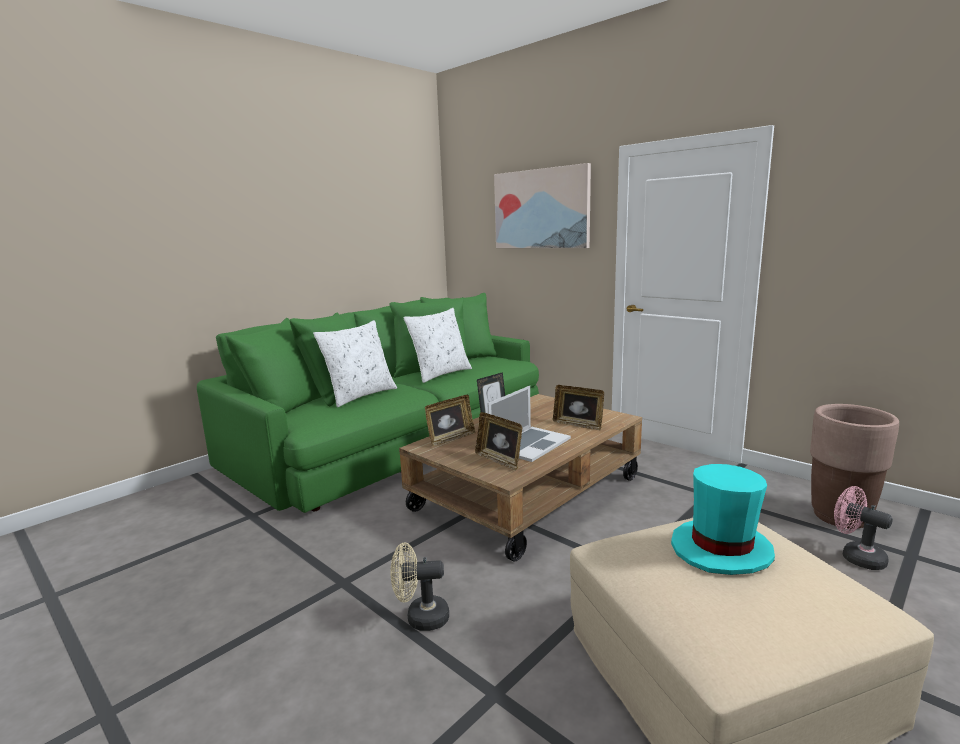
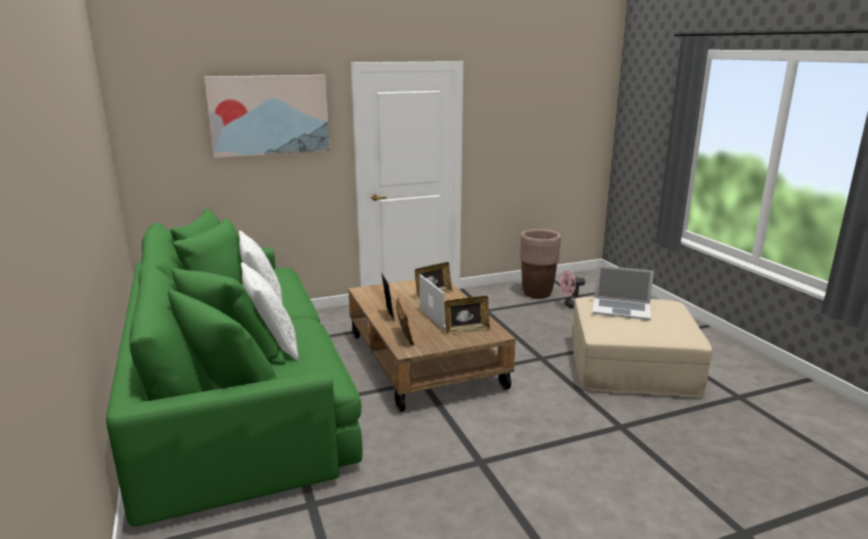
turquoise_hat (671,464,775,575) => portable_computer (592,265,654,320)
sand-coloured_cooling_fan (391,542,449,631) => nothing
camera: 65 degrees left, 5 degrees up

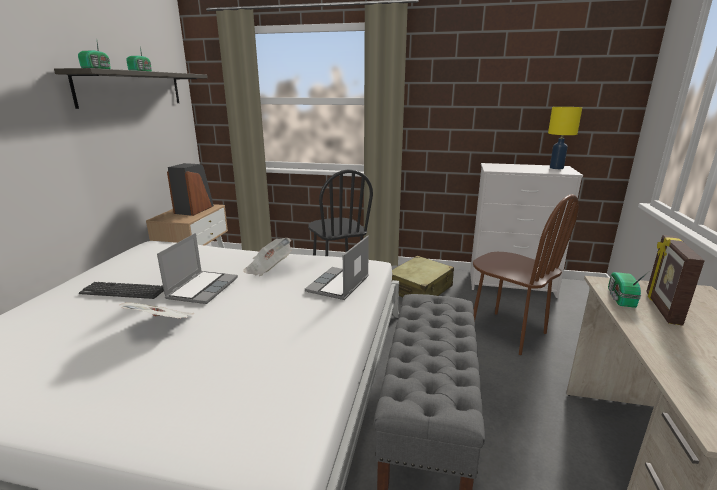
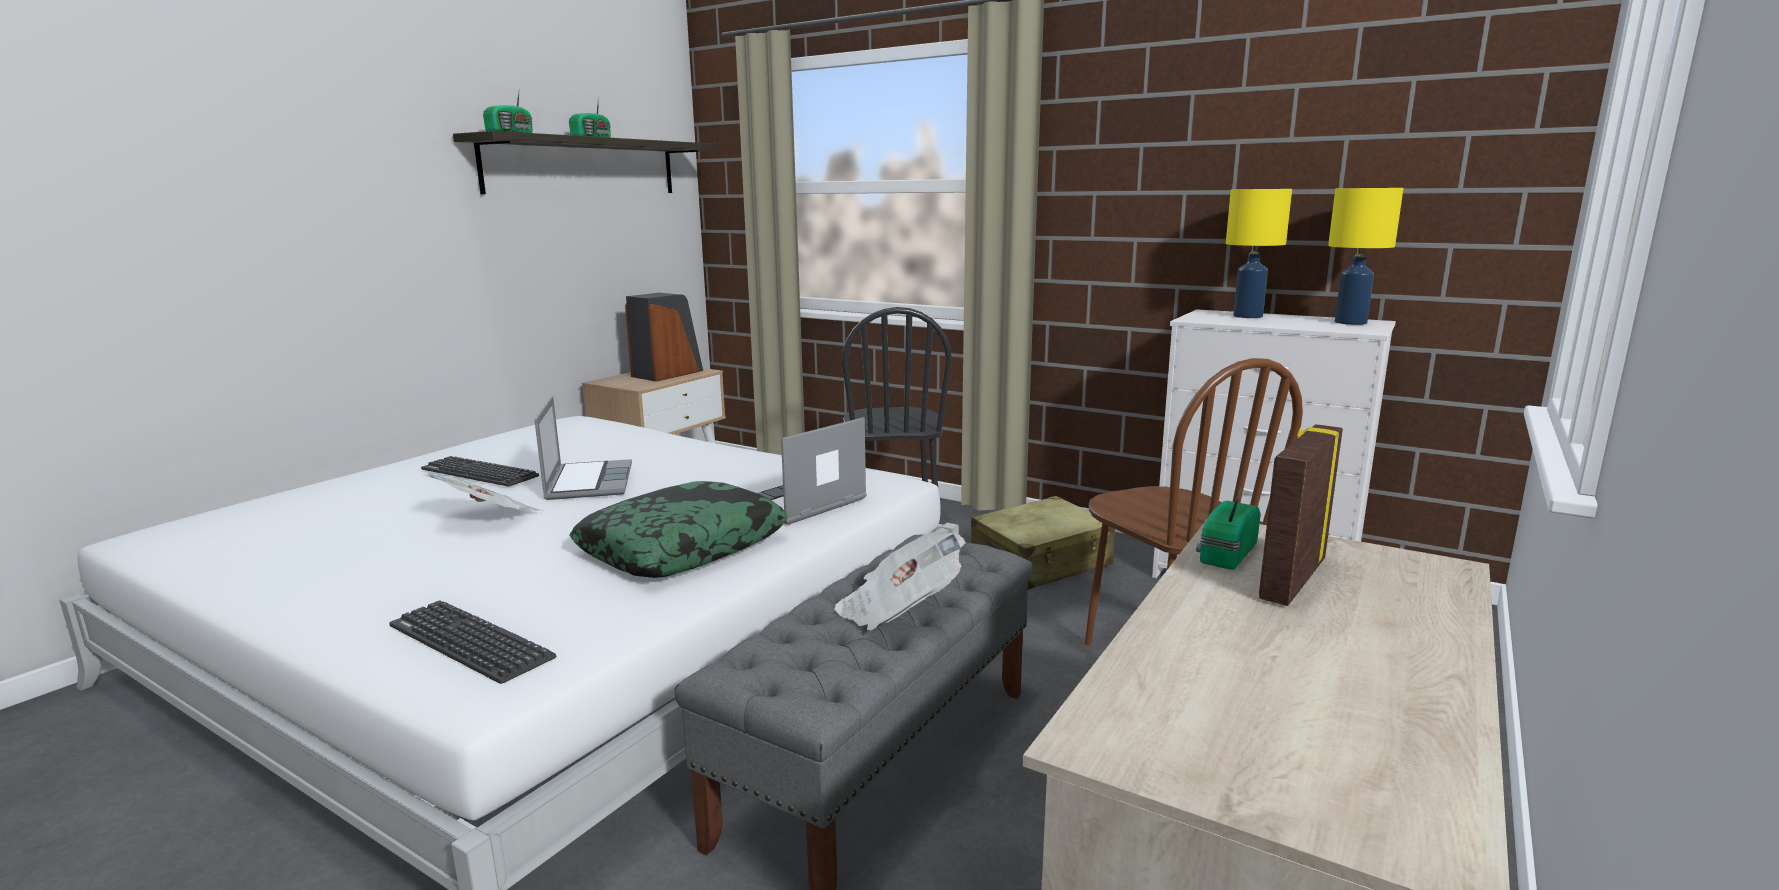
nothing => PC_keyboard (389,600,556,684)
portable_computer (157,233,238,304) => portable_computer (535,396,632,500), 45 degrees counterclockwise
nothing => pillow (569,481,788,578)
printed_paper (244,238,292,276) => printed_paper (834,532,966,630), moved
nothing => yellowish_tabletop_lamp (1226,189,1292,318)
camera: 20 degrees right, 5 degrees down

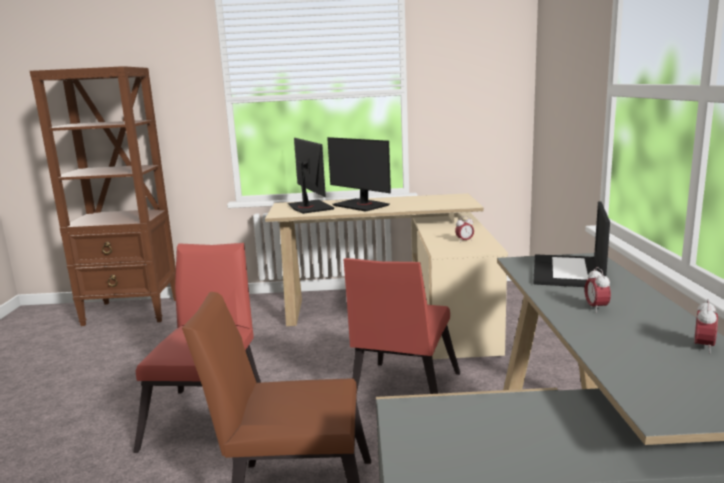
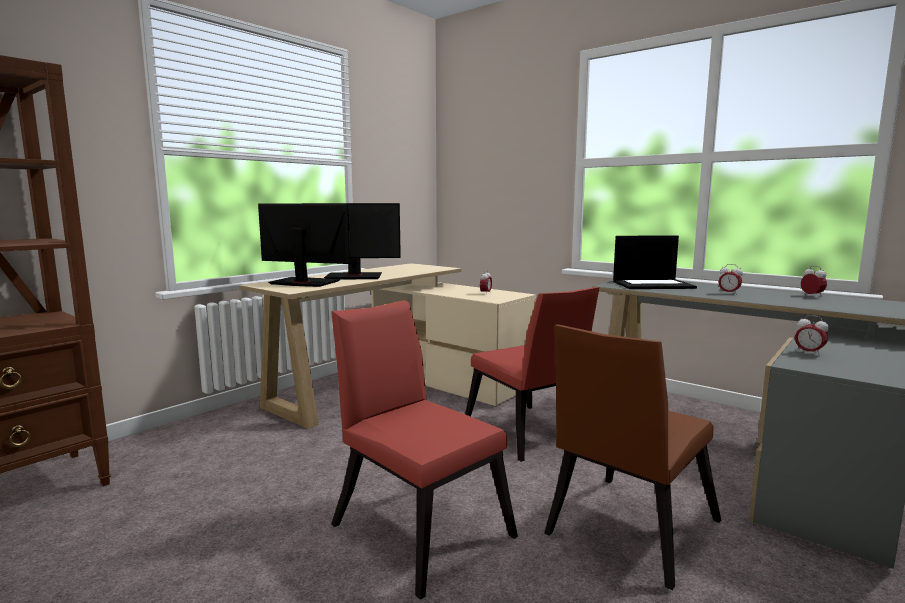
portable_computer (533,201,610,287) => portable_computer (613,236,697,289), 60 degrees counterclockwise
nothing => alarm_clock (795,315,829,356)
camera: 50 degrees left, 5 degrees down

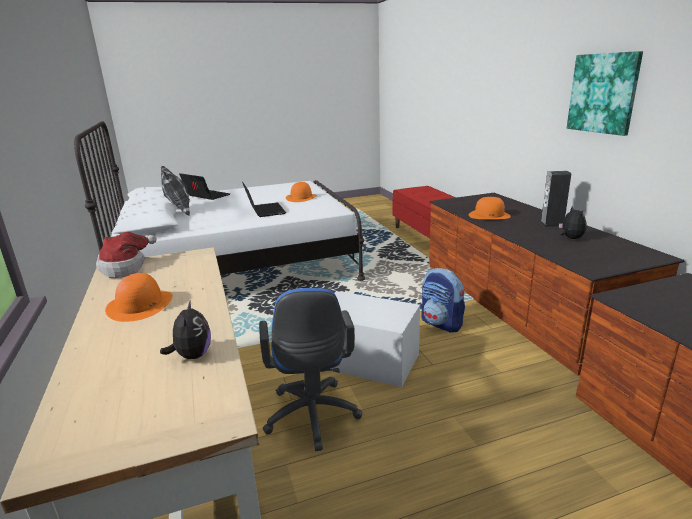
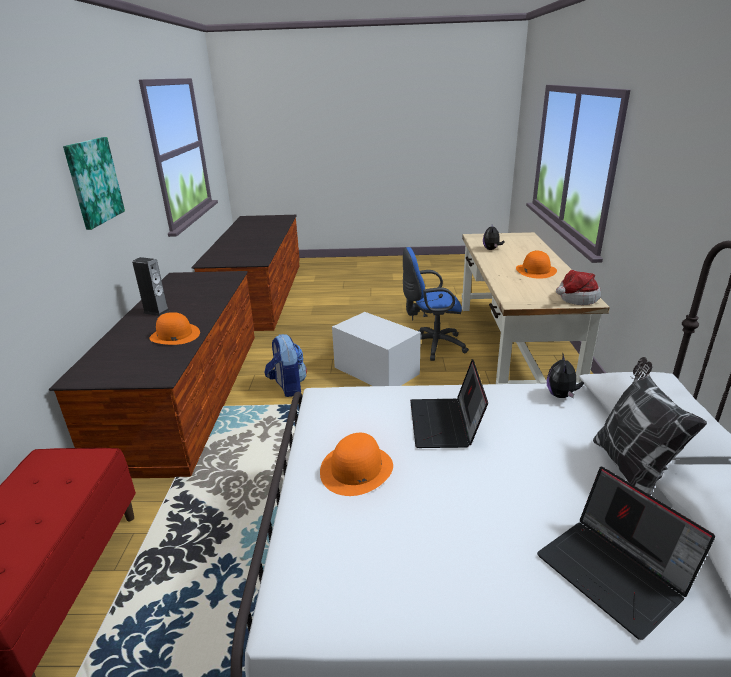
bluish_computer_chair (259,288,362,451) => bluish_computer_chair (403,247,469,361), 105 degrees counterclockwise
plush_toy (559,205,587,239) => plush_toy (547,354,584,398), moved
camera: 160 degrees left, 5 degrees up

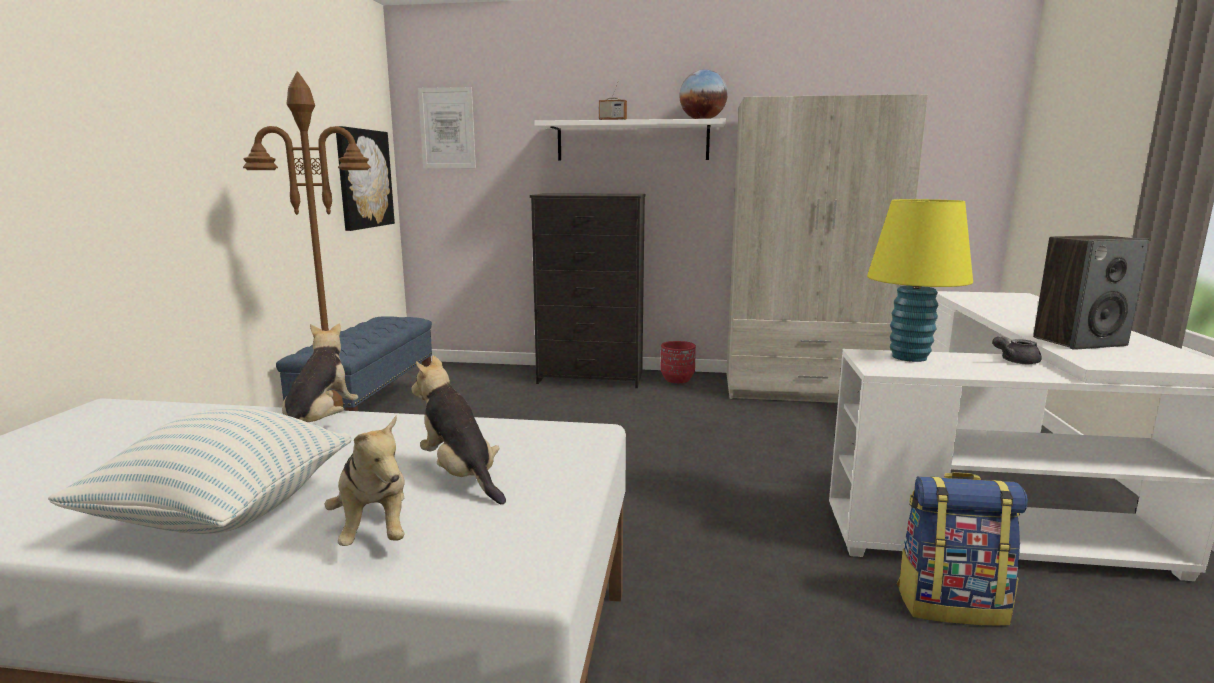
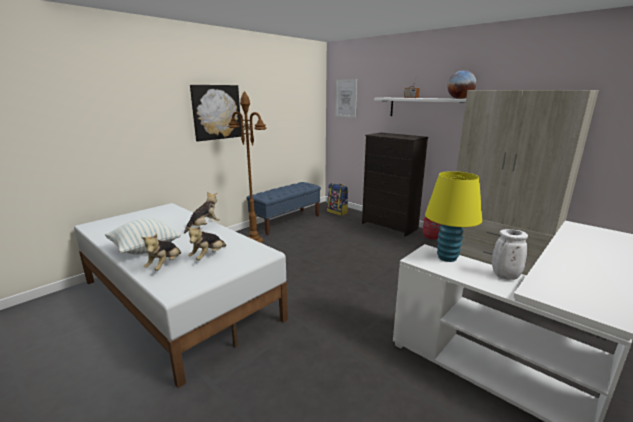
plush_toy (411,356,506,504) => plush_toy (186,226,226,260), 150 degrees counterclockwise
wall_picture (336,126,395,231) => wall_picture (190,85,241,141), moved
rucksack (897,472,1028,626) => rucksack (327,183,348,216), moved
grey_teapot (992,336,1042,364) => white_decorative_vase (492,229,528,280)
audio_speaker (1033,235,1149,350) => nothing
camera: 35 degrees right, 5 degrees up

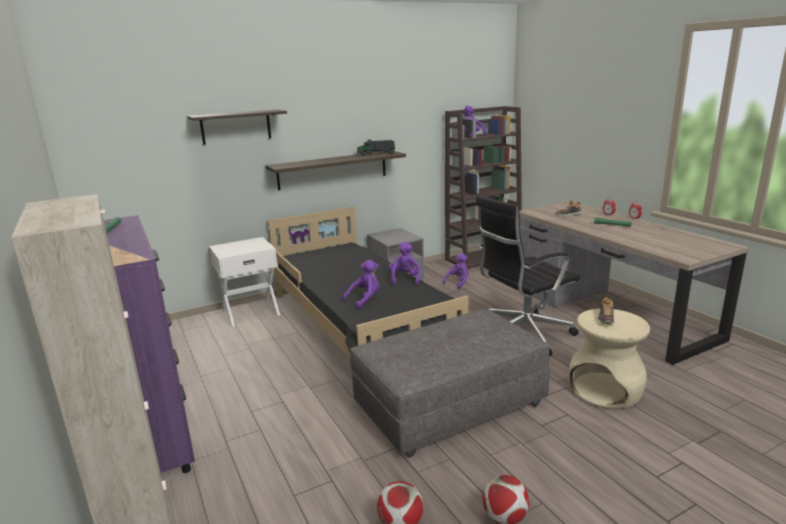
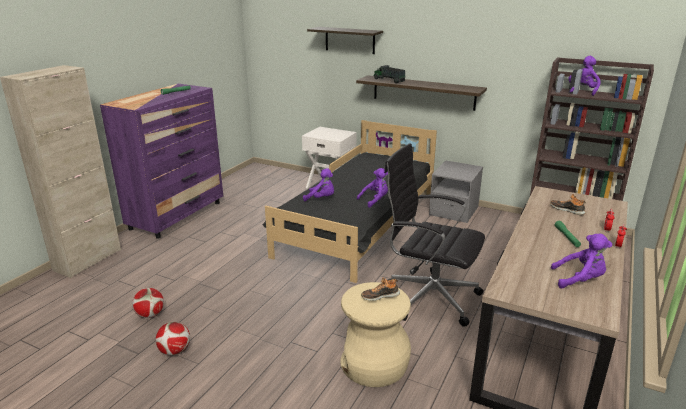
model_truck (357,139,396,156) => model_truck (374,65,405,83), moved
purplish_plush_toy (443,253,468,289) => purplish_plush_toy (551,234,612,288), moved
grey_ottoman (350,309,550,458) => nothing
camera: 55 degrees right, 5 degrees up

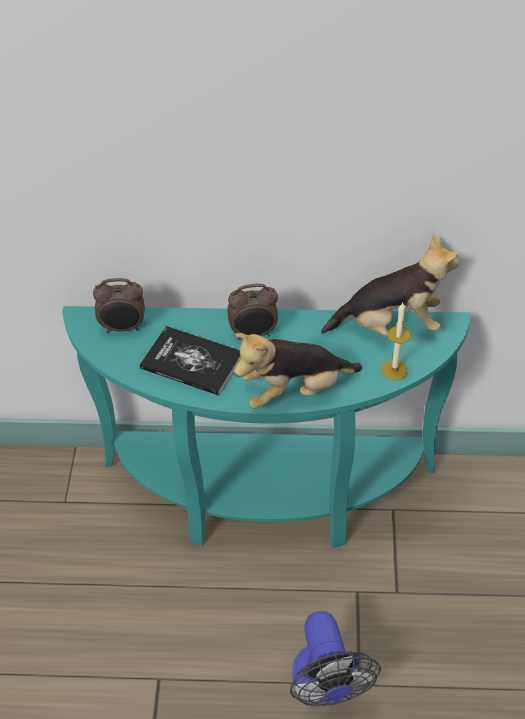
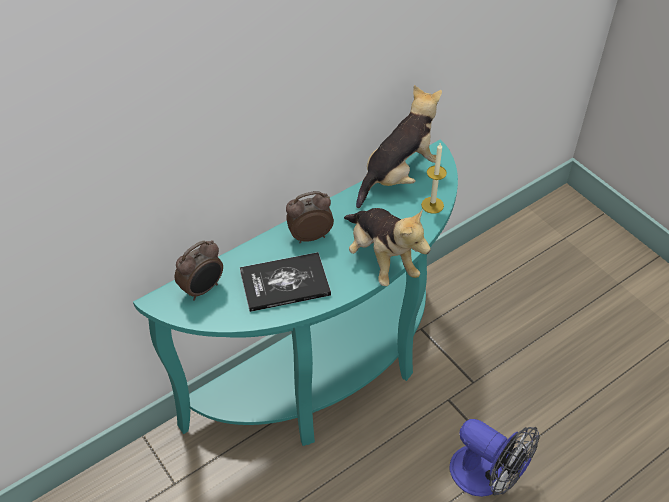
alarm_clock (227,284,278,340) => alarm_clock (286,191,334,243), 150 degrees counterclockwise
plush_toy (234,333,362,409) => plush_toy (344,208,431,286), 60 degrees counterclockwise
camera: 40 degrees left, 0 degrees up

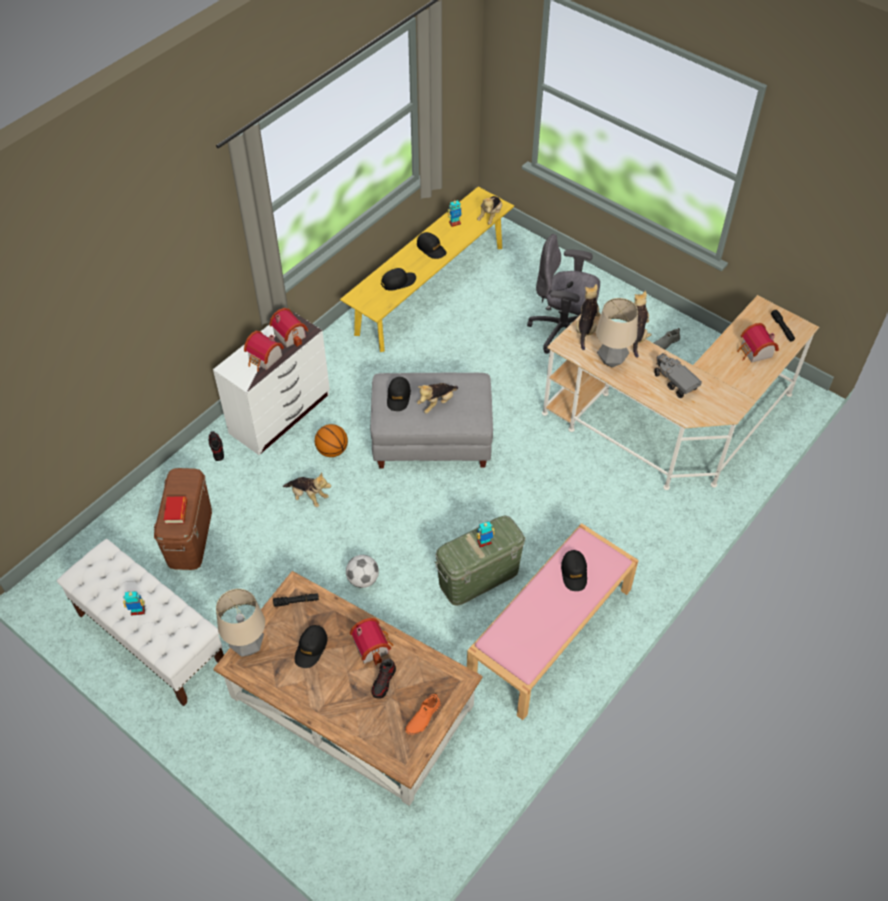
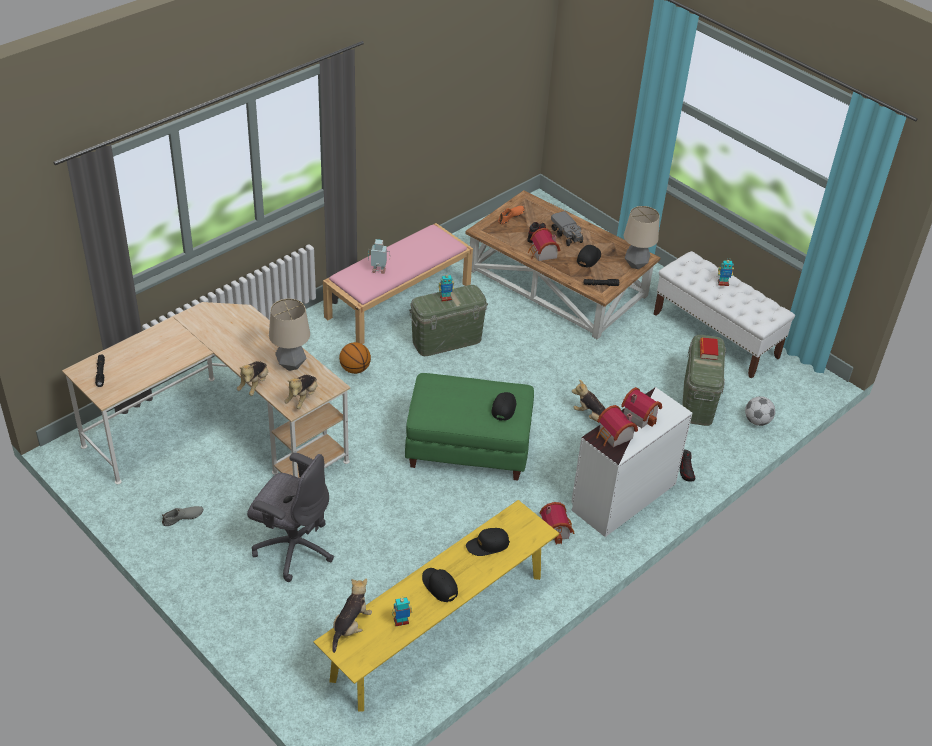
basketball_ball (315,424,348,457) => basketball_ball (339,342,371,374), moved
black-coloured_peaked_cap (561,550,587,591) => model_robot (368,239,390,274)
grey_ottoman (370,373,493,468) => green-coloured_ottoman (405,373,534,481)
miniature_house (737,323,779,363) => miniature_house (540,502,575,545), moved
model_truck (654,353,702,398) => model_truck (551,211,583,246), moved
brown-coloured_storage_container (154,468,212,570) => green-coloured_storage_container (682,335,726,426)
ball_for_football (346,555,379,588) => ball_for_football (745,396,775,426), moved
plush_toy (417,383,458,414) => nothing
camera: 175 degrees left, 10 degrees down

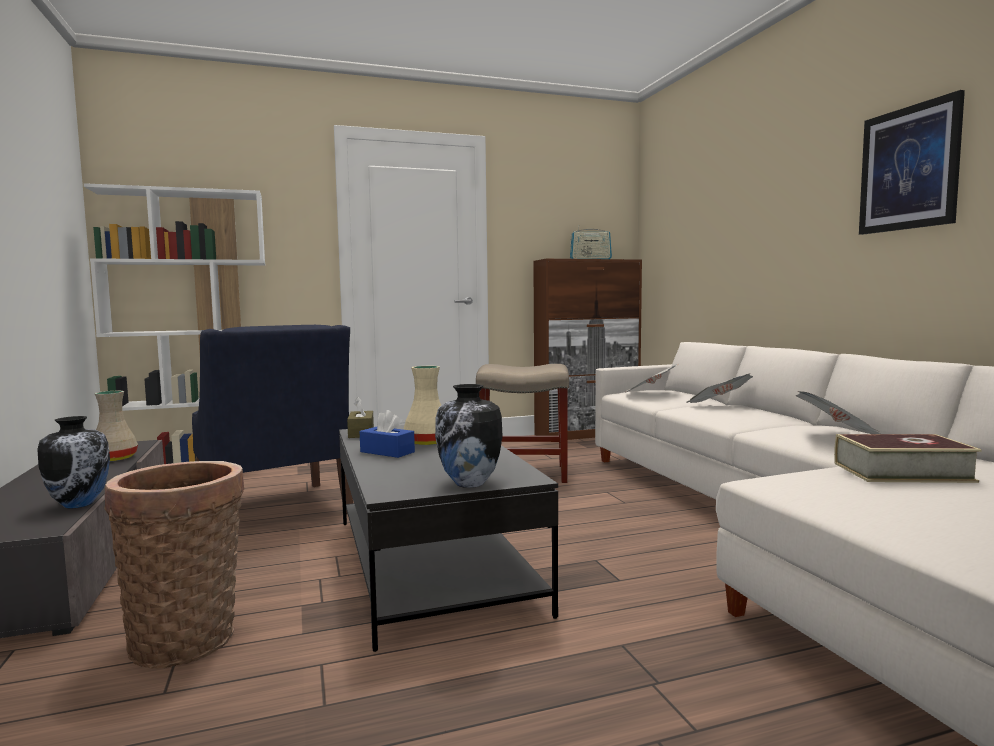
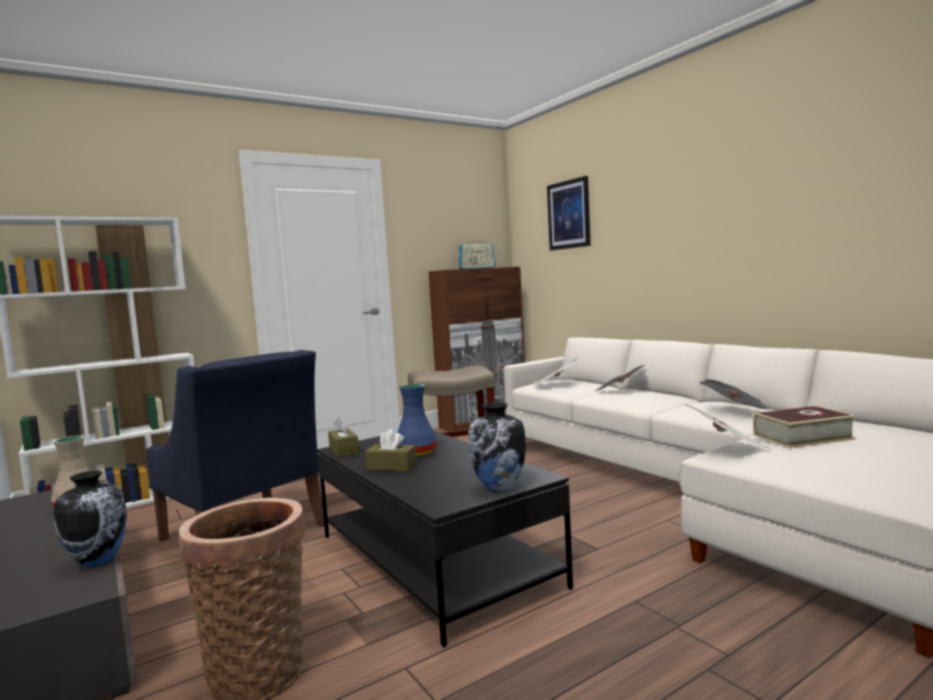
bluish_box_of_tissues (360,410,415,458) => brown-coloured_box_of_tissues (365,429,417,471)
sand-coloured_decorative_vase (403,366,441,445) => bluish_decorative_vase (397,384,437,456)
wall_picture (859,90,965,235) => wall_picture (547,176,591,250), moved
nothing => printed_paper (681,403,768,448)
camera: 15 degrees left, 0 degrees up

